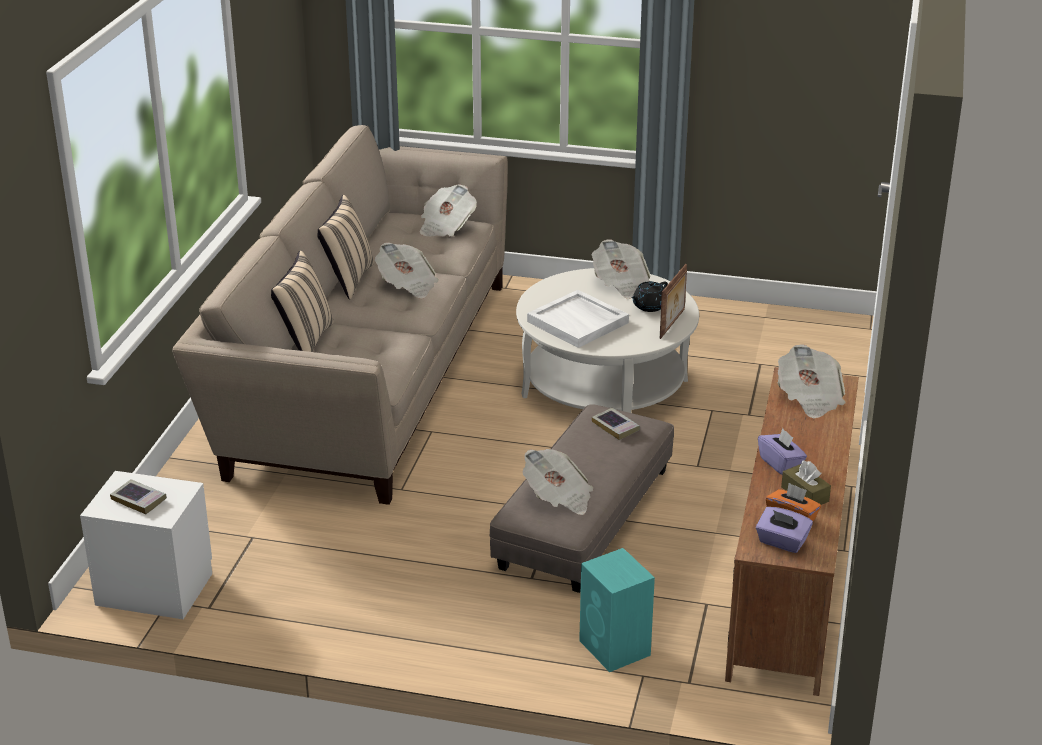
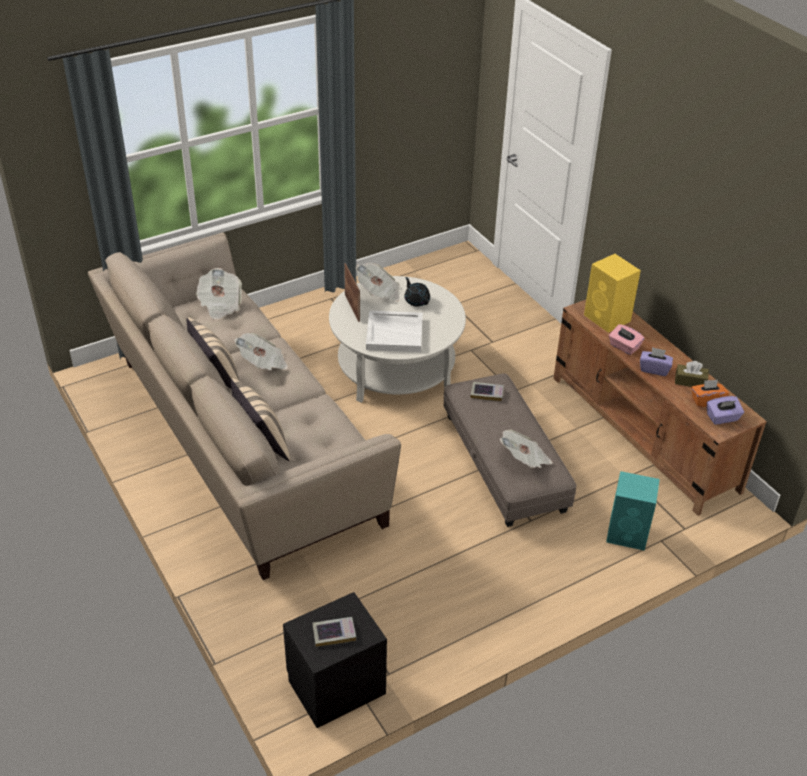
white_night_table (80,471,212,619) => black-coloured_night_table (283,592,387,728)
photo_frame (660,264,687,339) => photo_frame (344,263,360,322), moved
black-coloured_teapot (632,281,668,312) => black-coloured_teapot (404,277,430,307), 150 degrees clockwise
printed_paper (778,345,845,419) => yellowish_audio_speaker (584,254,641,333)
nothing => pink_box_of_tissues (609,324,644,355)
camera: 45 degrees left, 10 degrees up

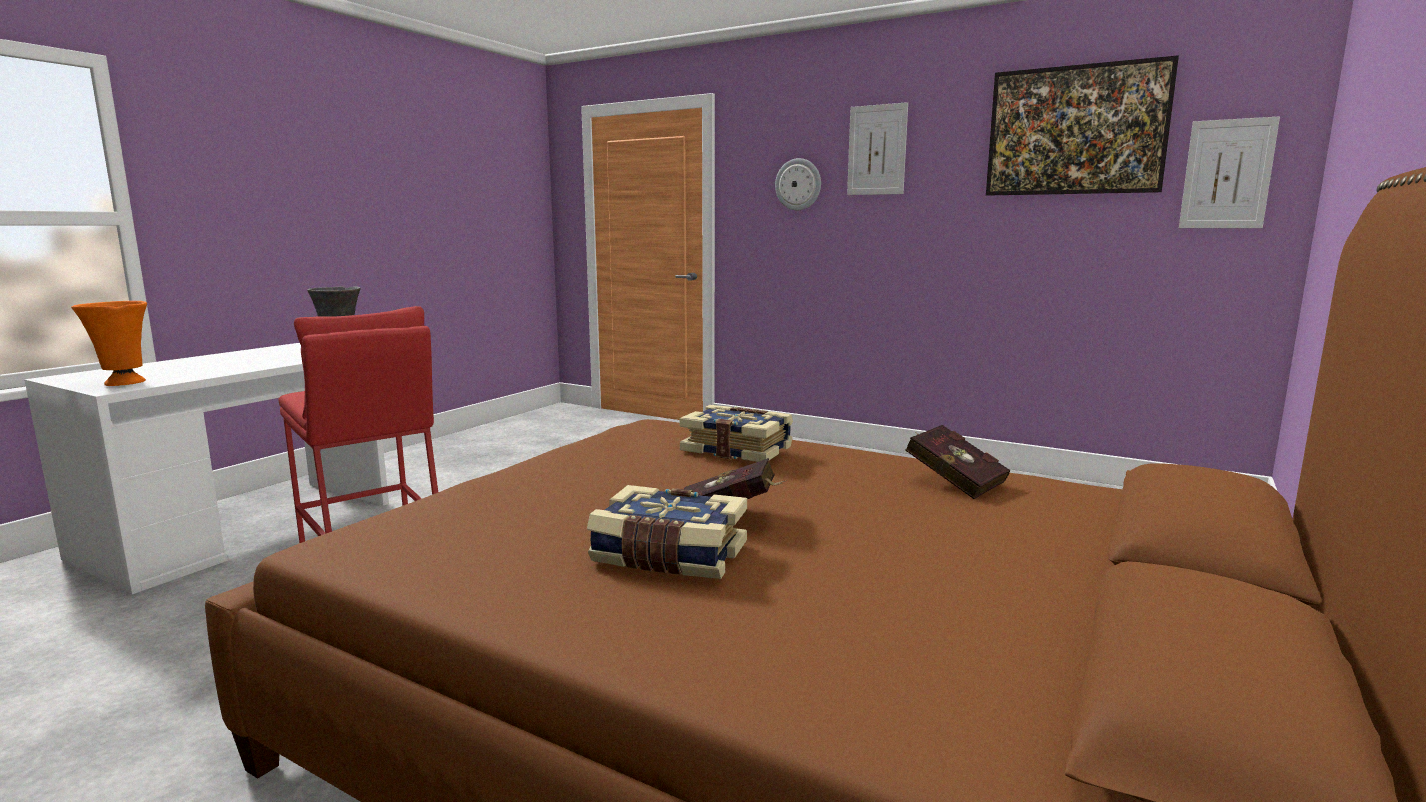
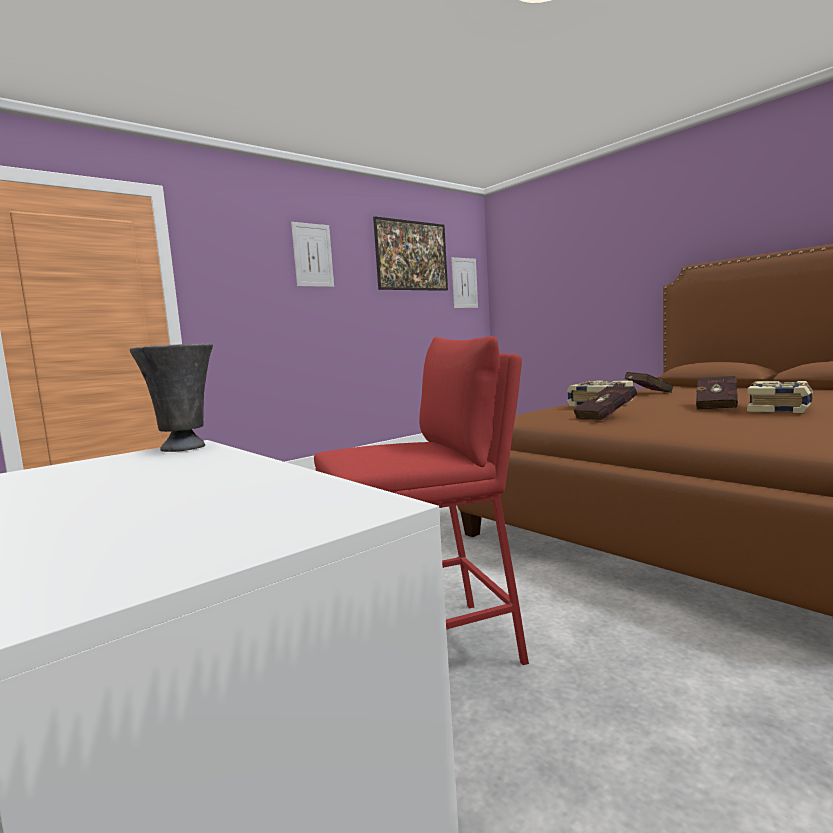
nothing => red-coloured_volume (573,386,637,420)
orange-coloured_decorative_vase (71,301,147,386) => nothing
clock_on_the_wall (775,158,821,210) => nothing
camera: 70 degrees left, 5 degrees down

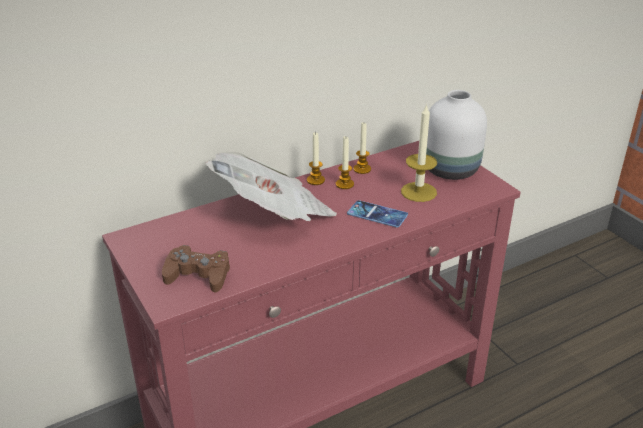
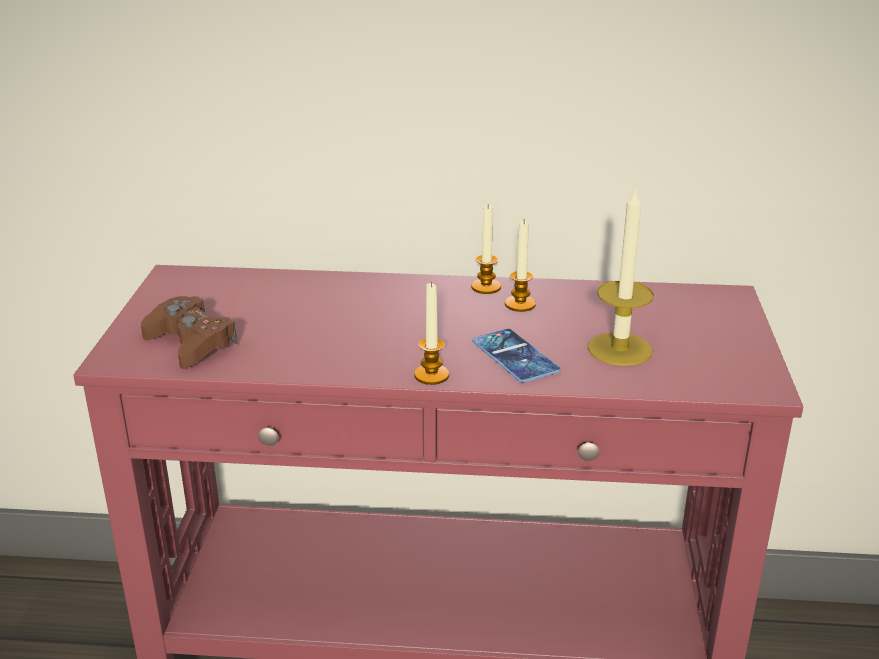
wax_candle (353,122,371,174) => wax_candle (414,282,449,385), moved
printed_paper (205,152,337,221) => nothing
white_decorative_vase (426,90,487,180) => nothing
camera: 35 degrees right, 5 degrees down

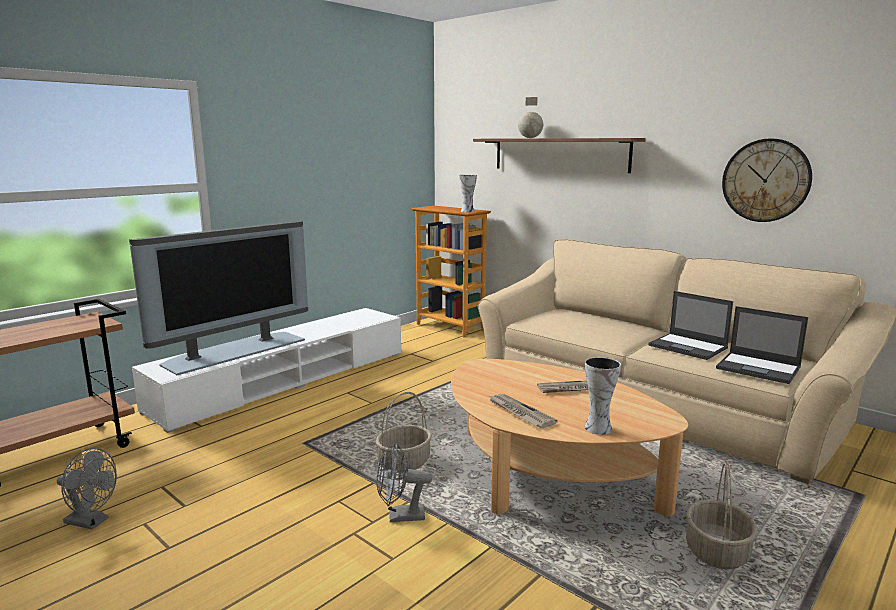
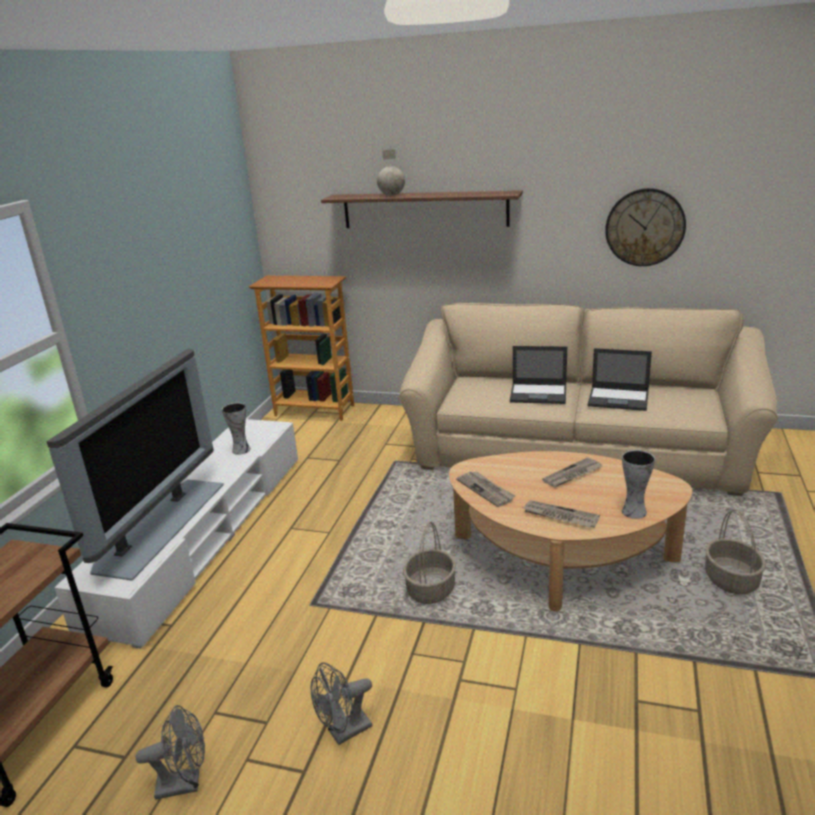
decorative_vase (459,175,477,213) => decorative_vase (222,403,251,455), moved
grey_cooling_fan (376,443,433,522) => grey_cooling_fan (311,662,372,745), moved
nothing => printed_paper (456,471,515,507)
portable_computer (716,306,808,384) => portable_computer (510,346,567,404), moved
camera: 25 degrees left, 10 degrees up

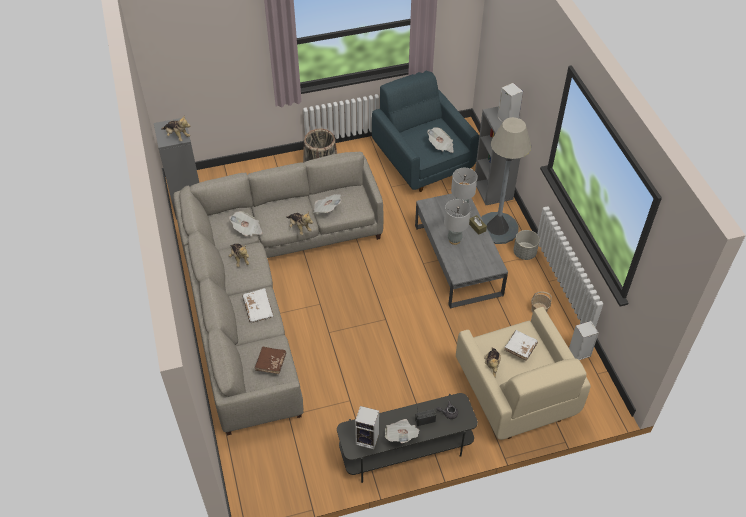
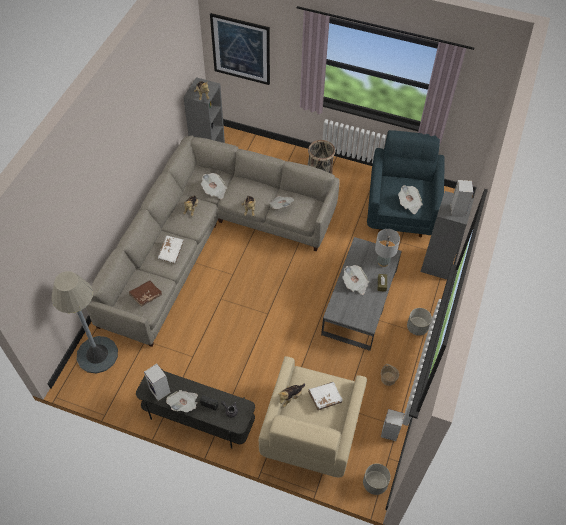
grey_standing_lamp (481,117,531,244) => grey_standing_lamp (52,271,118,374), moved
nothing => wall_picture (210,13,270,85)
grey_tabletop_lamp (444,199,471,245) => printed_paper (343,265,369,295)
nothing => grey_flower_pot (363,463,391,495)
camera: 35 degrees right, 5 degrees up

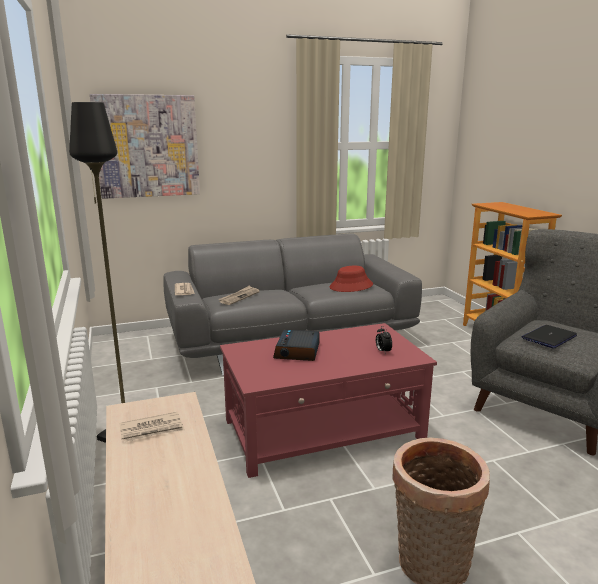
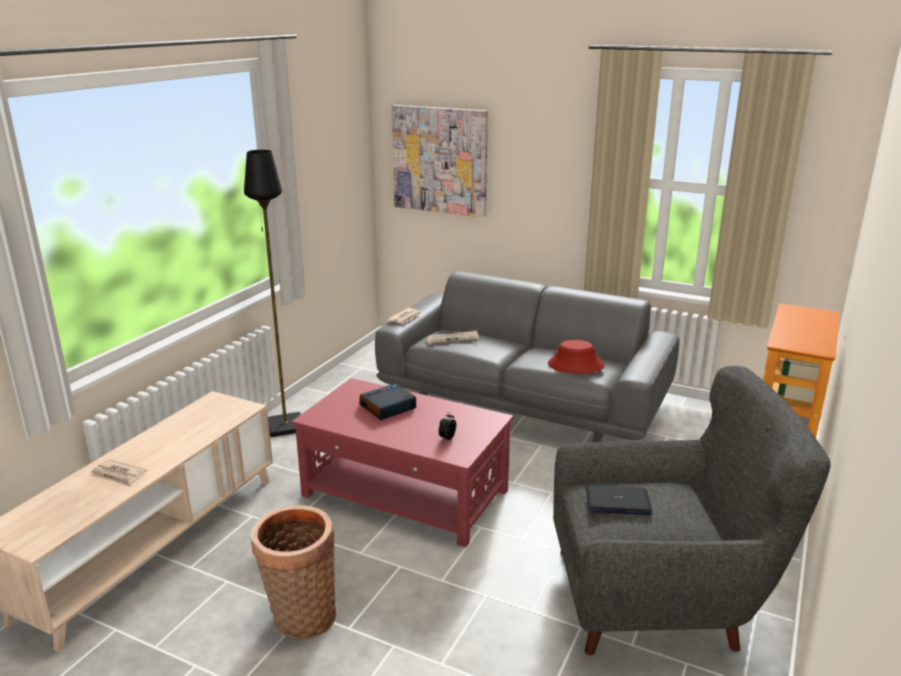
printed_paper (119,412,185,442) => printed_paper (90,459,147,487), moved
camera: 45 degrees right, 5 degrees up

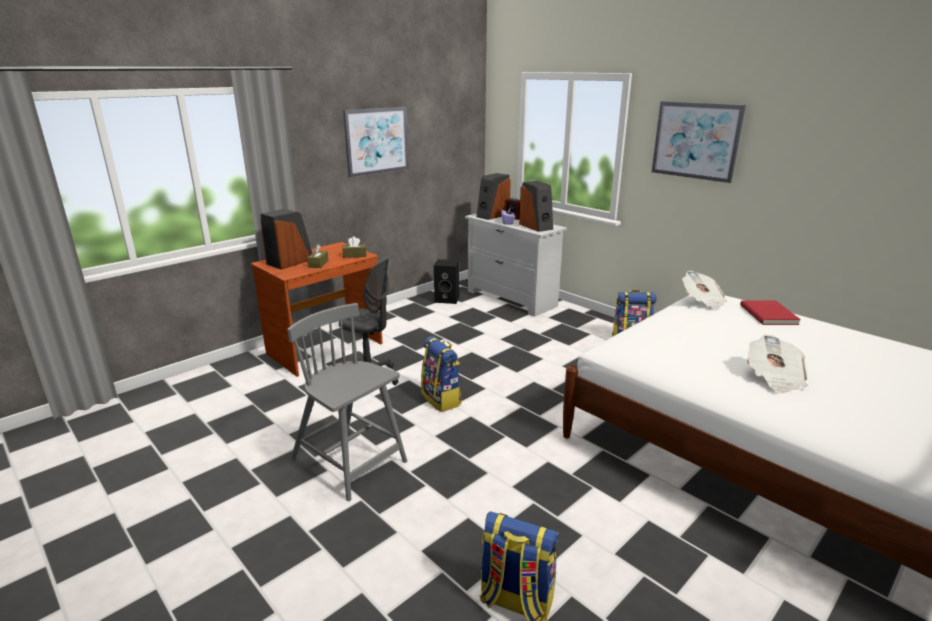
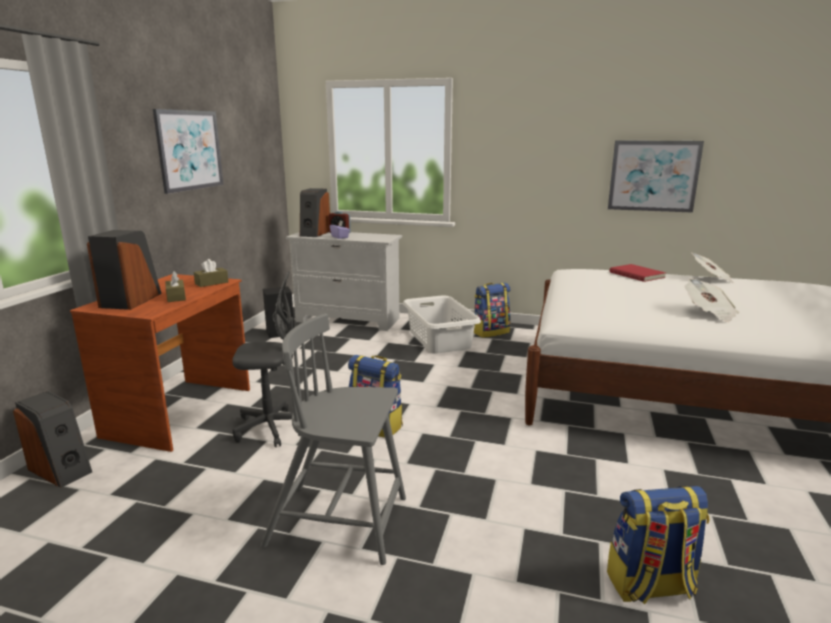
audio_speaker (519,181,553,232) => audio_speaker (13,391,92,488), moved
nothing => white_hamper (403,295,481,354)
wall_picture (652,101,746,183) => wall_picture (608,140,704,213), moved
printed_paper (682,271,727,311) => printed_paper (692,253,734,283), moved
camera: 30 degrees left, 5 degrees down

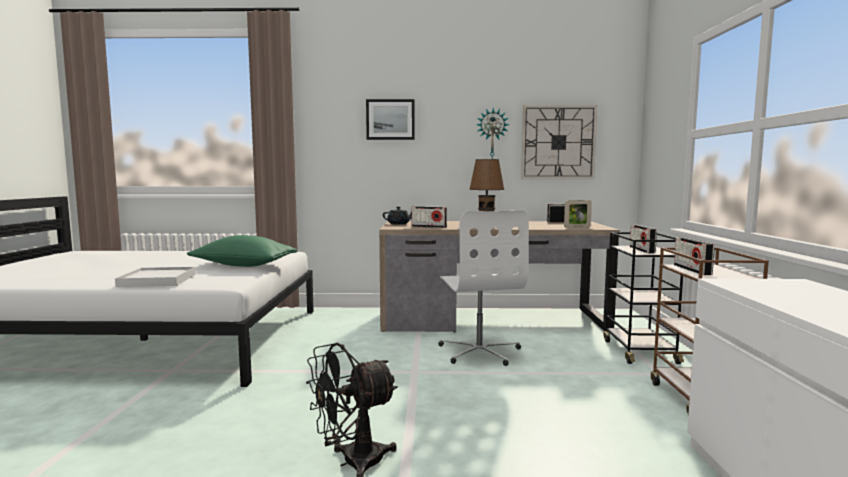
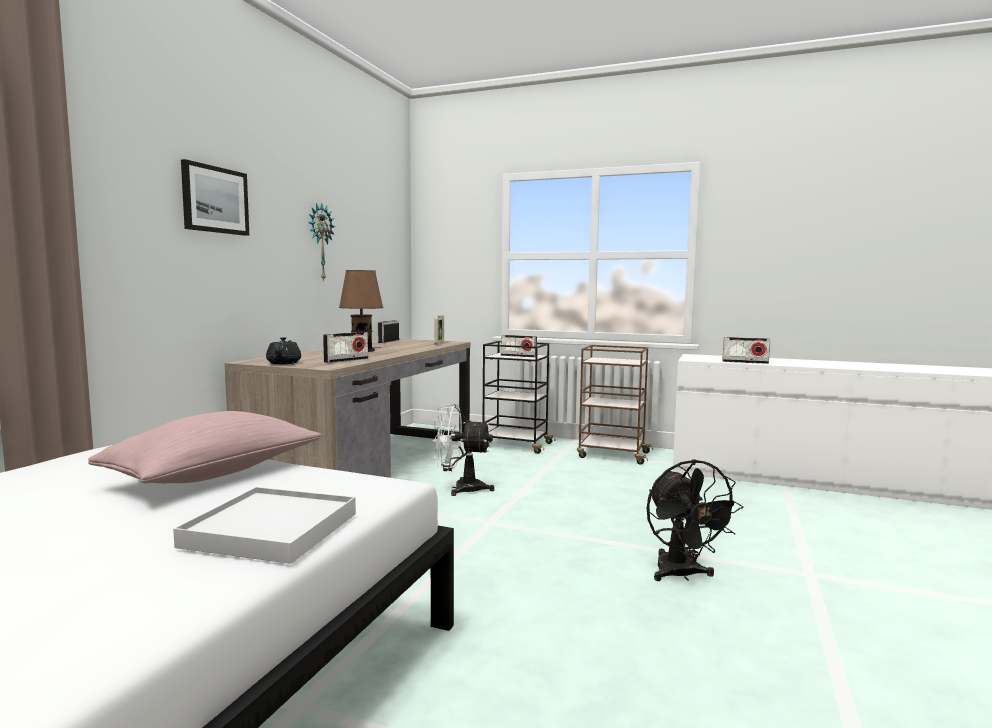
green-coloured_pillow (187,235,297,267) => pink_pillow (88,411,321,483)
white_computer_chair (439,211,529,366) => white_cooling_fan (433,404,494,496)
radio_set (674,237,715,275) => radio_set (722,337,770,364), moved
clock_on_the_wall (521,105,597,179) => nothing
camera: 70 degrees left, 0 degrees up

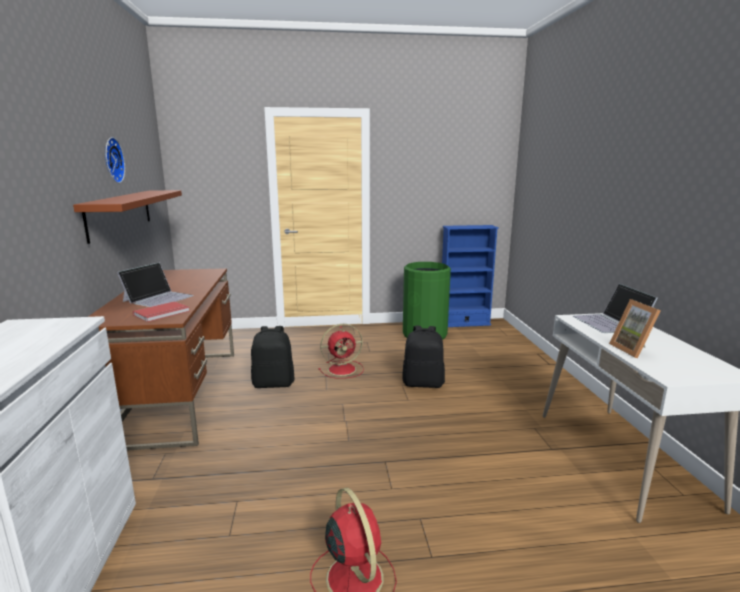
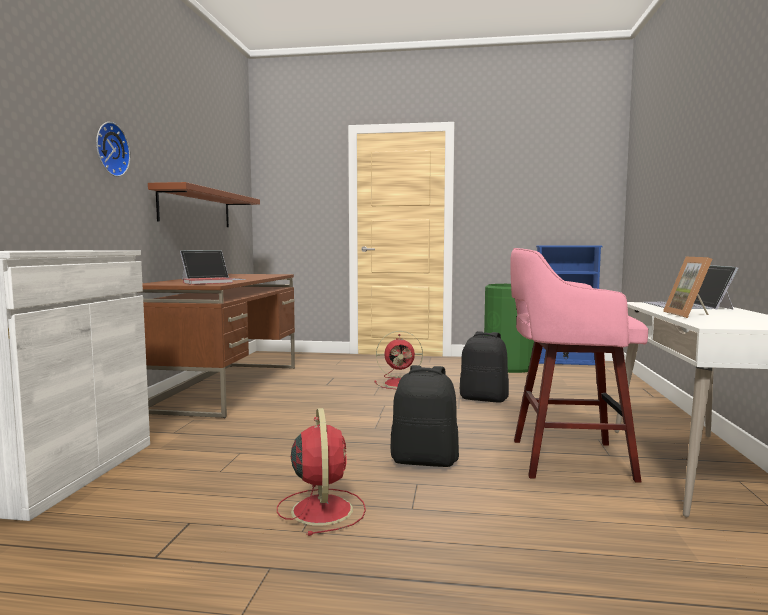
clock_on_the_wall (105,137,125,183) => clock_on_the_wall (96,122,130,177), moved
black-coloured_rucksack (251,326,295,388) => black-coloured_rucksack (391,365,459,467), moved
nothing => pink_stool_seat (510,248,648,483)
camera: 15 degrees right, 10 degrees down

